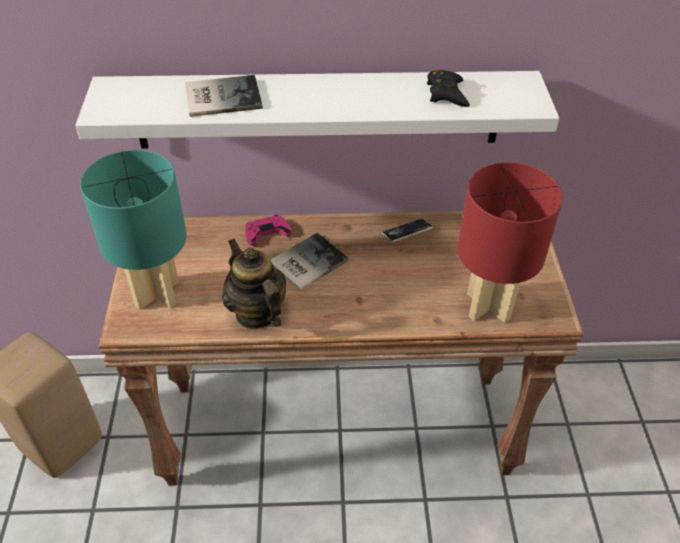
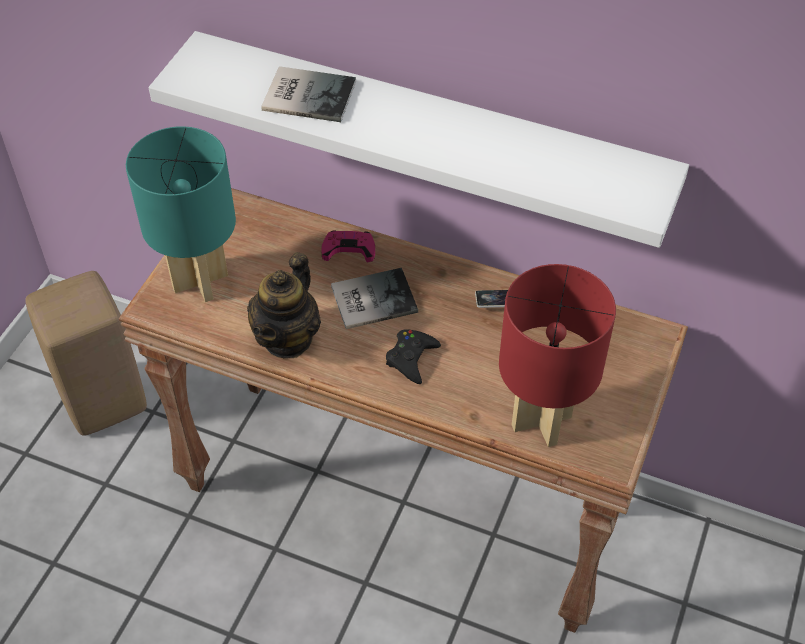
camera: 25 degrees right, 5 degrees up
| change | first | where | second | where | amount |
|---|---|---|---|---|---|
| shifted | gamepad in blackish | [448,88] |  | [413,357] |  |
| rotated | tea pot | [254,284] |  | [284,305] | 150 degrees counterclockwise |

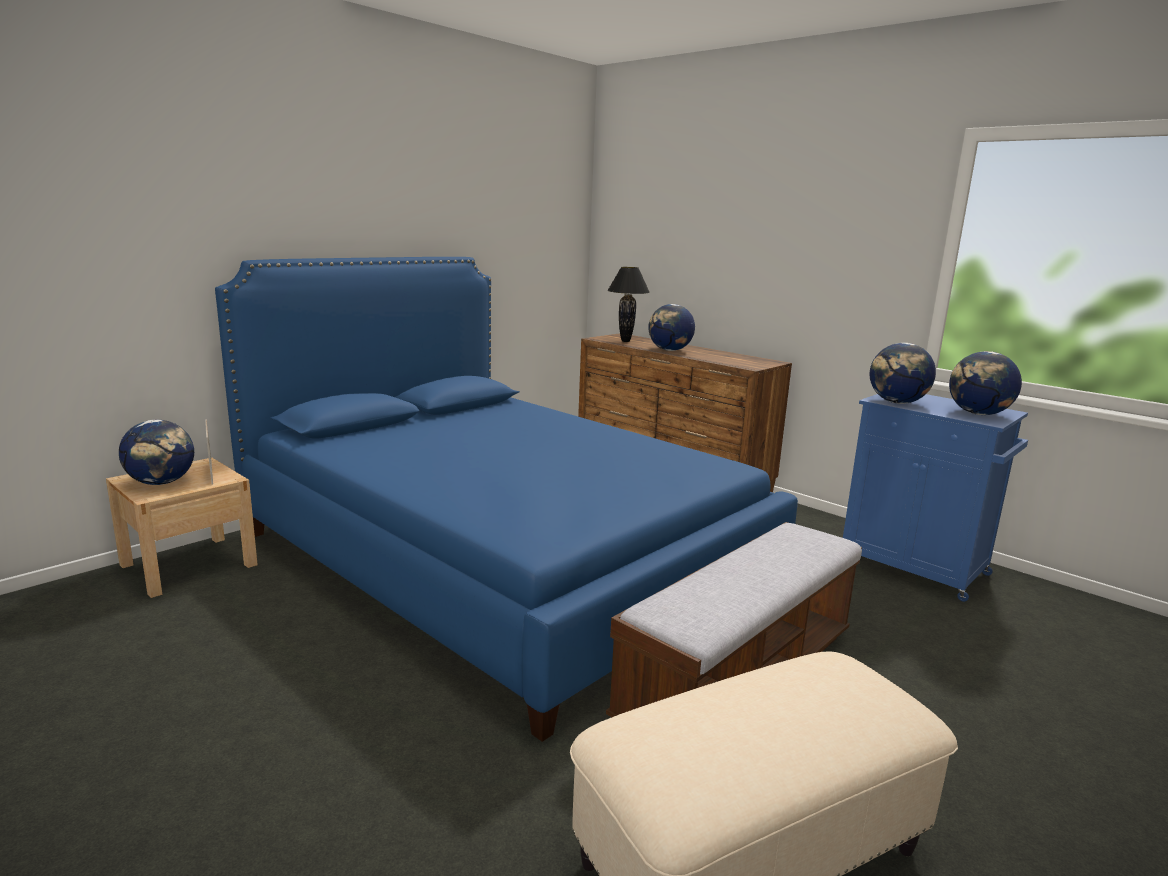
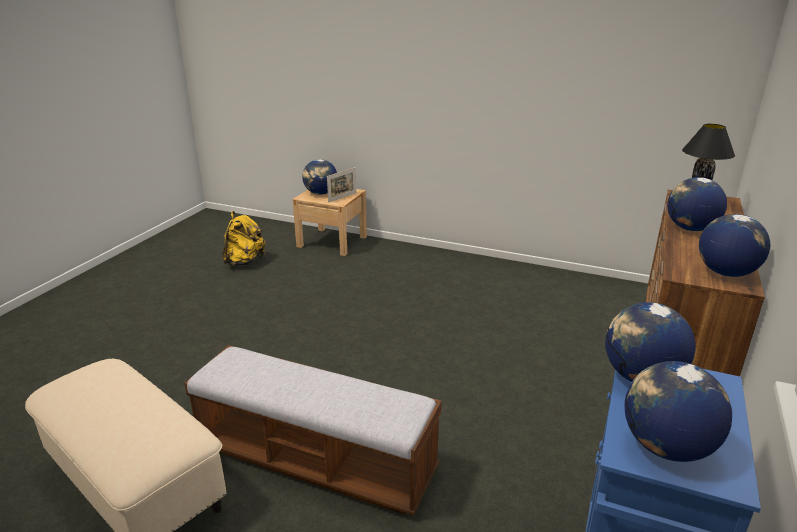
camera: 70 degrees right, 10 degrees up
| change | first | where | second | where | amount |
|---|---|---|---|---|---|
| gone | bedroom bed in blue-coloured | [506,499] |  |  |  |
| new |  |  | knapsack in yellowish | [243,238] |  |
| new |  |  | world globe | [734,245] |  |

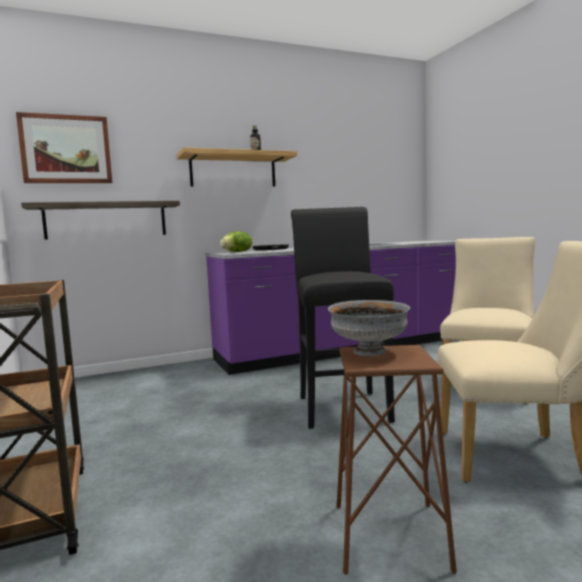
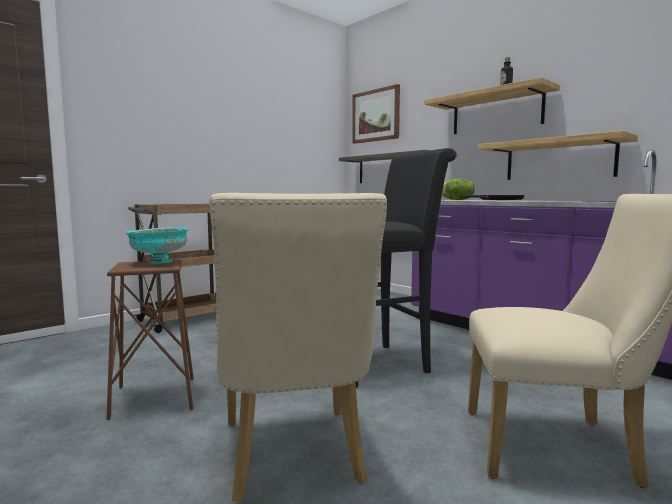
camera: 70 degrees right, 0 degrees up
| change | first | where | second | where | amount |
|---|---|---|---|---|---|
| repainted | serving bowl in grey | [369,328] | serving bowl in blue-green | [157,245] |  |
| new |  |  | wall shelf | [558,155] |  |

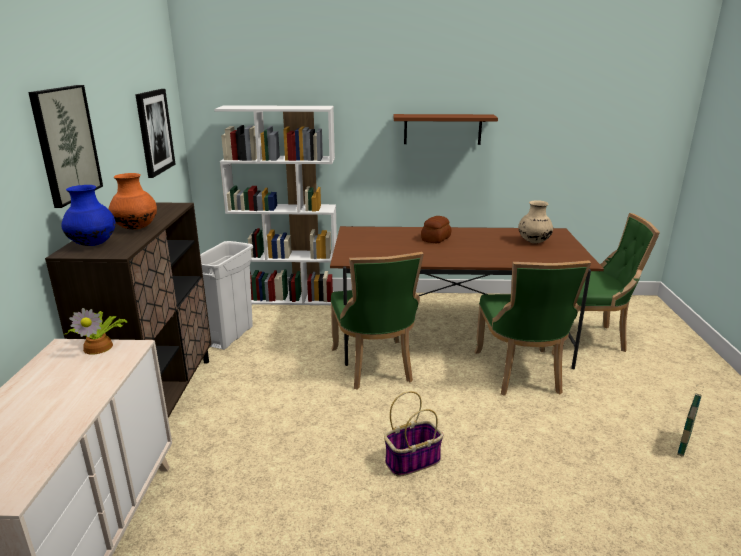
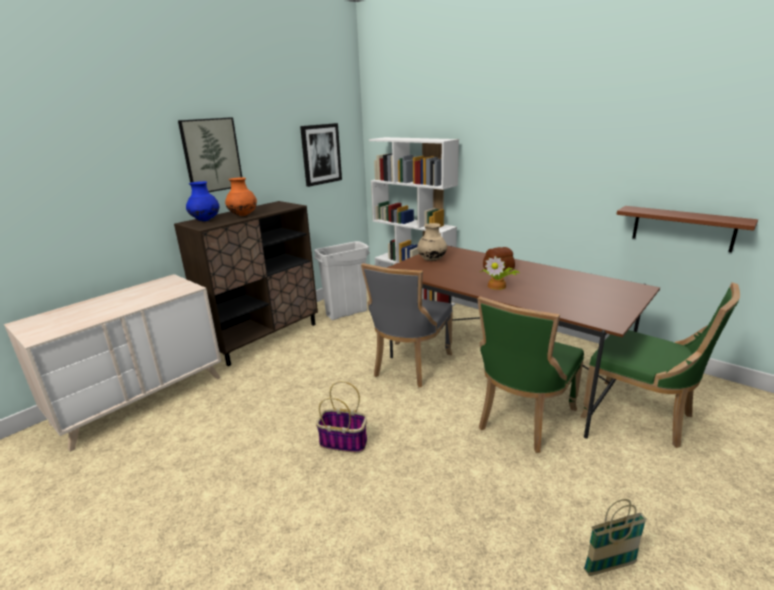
camera: 40 degrees right, 0 degrees up
| change | first | where | second | where | amount |
|---|---|---|---|---|---|
| shifted | wall shelf in brown | [445,129] |  | [687,229] |  |
| shifted | flower vase in beige-coloured | [535,221] |  | [432,242] |  |
| repainted | upright chair in green-coloured | [377,321] | upright chair in grey | [407,325] |  |
| shifted | potted plant | [96,331] |  | [499,273] |  |

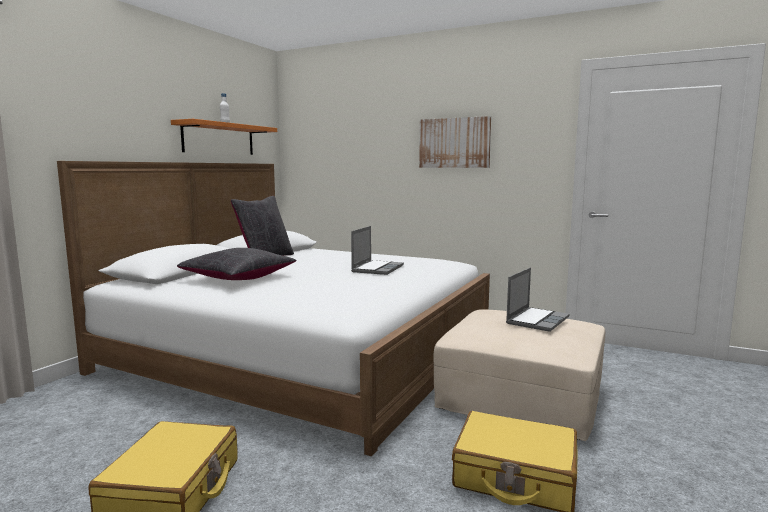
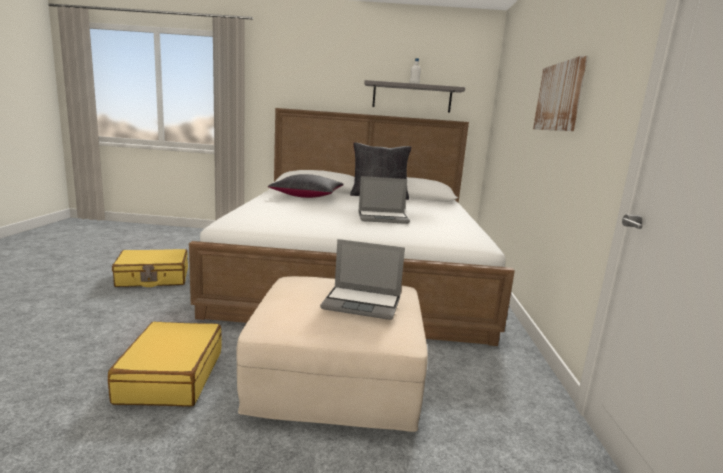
camera: 65 degrees right, 5 degrees up
| change | first | where | second | where | amount |
|---|---|---|---|---|---|
| repainted | wall shelf in orangey | [224,137] | wall shelf in grey | [414,96] |  |

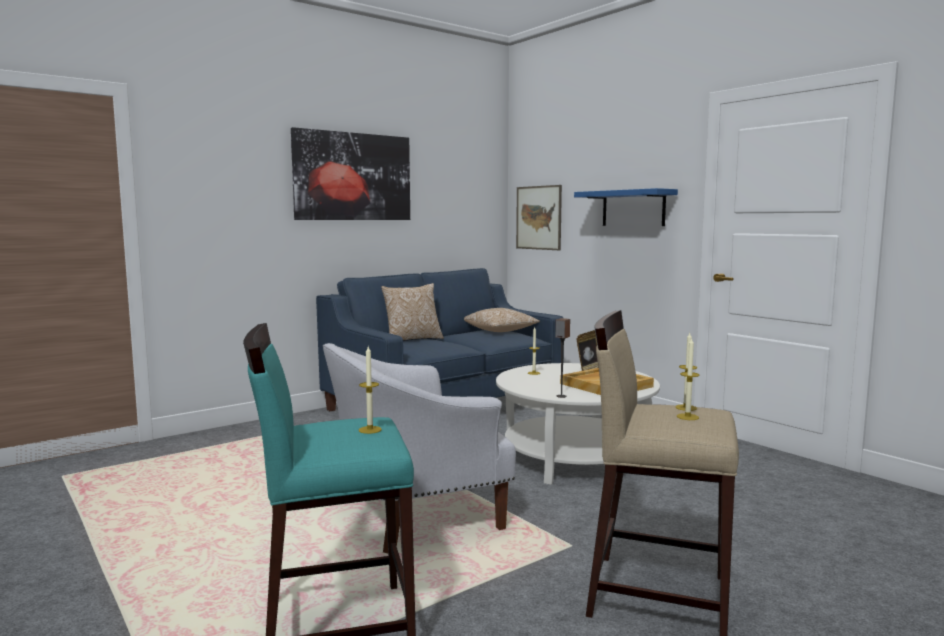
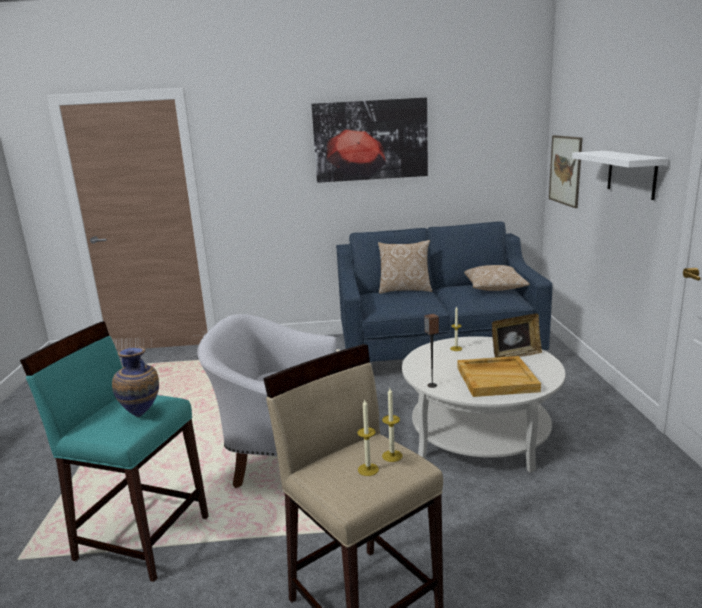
camera: 35 degrees right, 10 degrees up
| change | first | where | second | where | amount |
|---|---|---|---|---|---|
| repainted | wall shelf in blue-coloured | [626,207] | wall shelf in whitish | [620,175] |  |
| swapped | wax light | [370,390] | flower vase | [135,382] |  |

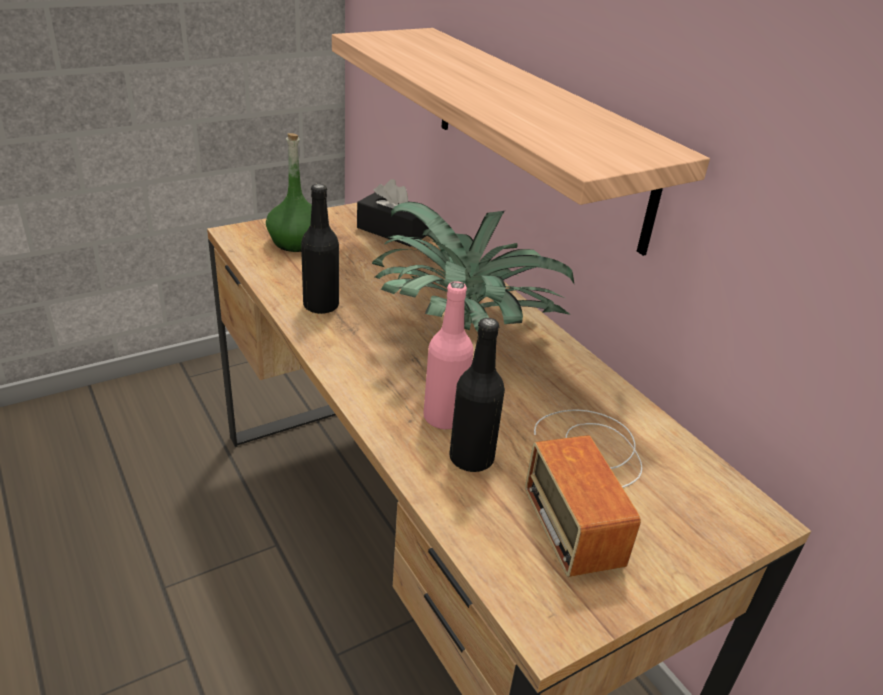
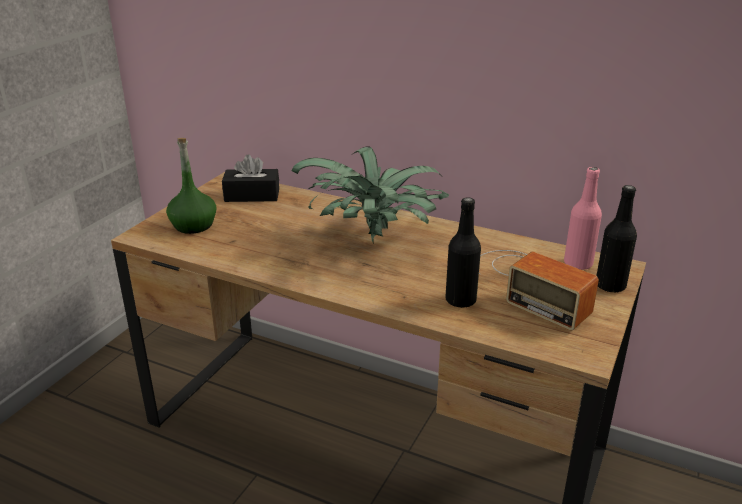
camera: 30 degrees left, 5 degrees down
| change | first | where | second | where | amount |
|---|---|---|---|---|---|
| gone | wall shelf | [521,142] |  |  |  |
| shifted | drink bottle in blackish | [320,249] |  | [616,239] |  |
| shifted | drink bottle in pink | [448,355] |  | [583,218] |  |

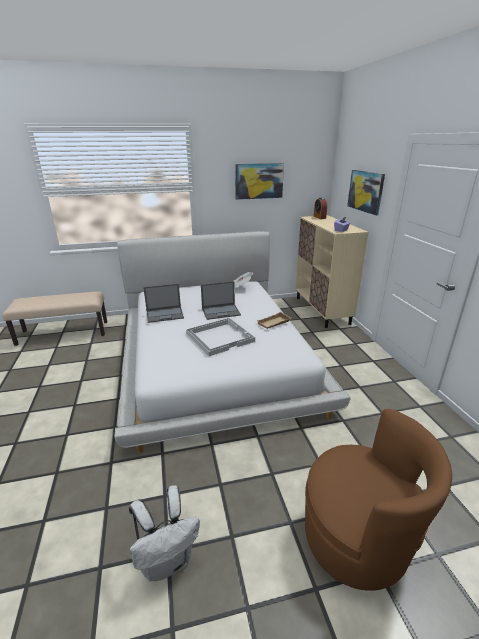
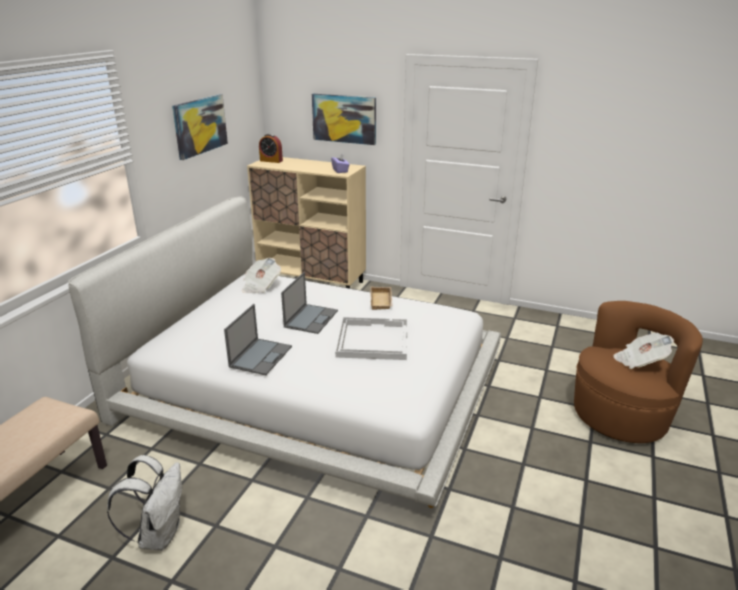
camera: 55 degrees left, 0 degrees up
| change | first | where | second | where | amount |
|---|---|---|---|---|---|
| shifted | knapsack in whitish | [164,533] |  | [144,503] |  |
| new |  |  | daily paper | [643,351] |  |

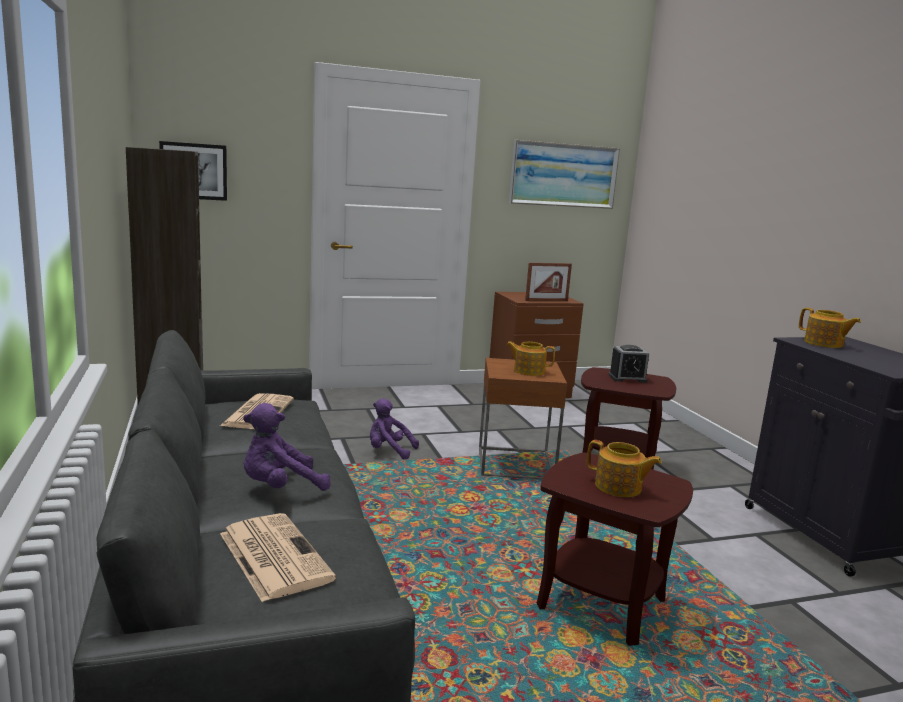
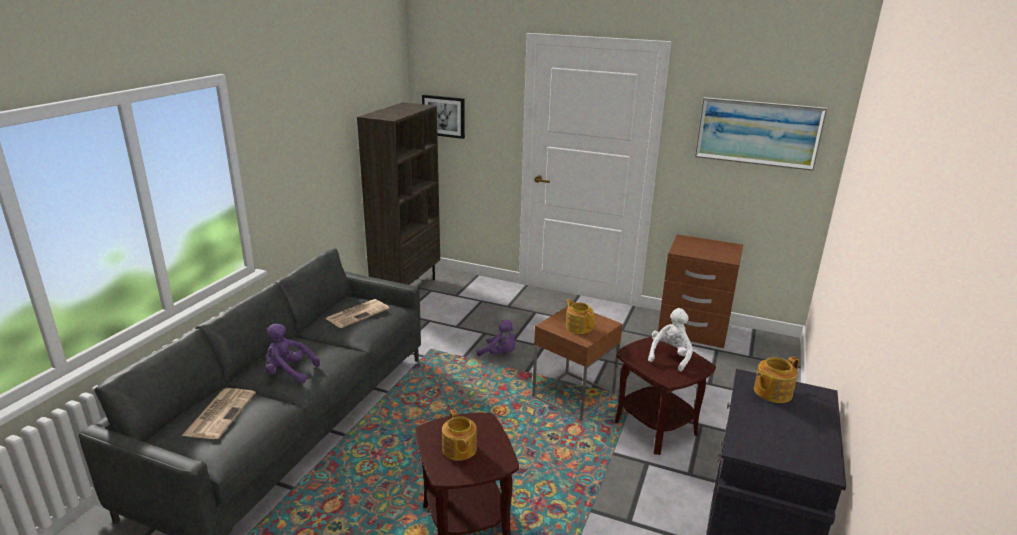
camera: 40 degrees right, 10 degrees up
| change | first | where | second | where | amount |
|---|---|---|---|---|---|
| gone | photo frame | [548,282] |  |  |  |
| rotated | tea pot | [830,328] |  | [776,380] | 60 degrees clockwise |
| swapped | bedside clock | [628,364] | plush toy in whitish | [670,340] |  |
| rotated | plush toy in purplish | [394,429] |  | [495,338] | 150 degrees clockwise |

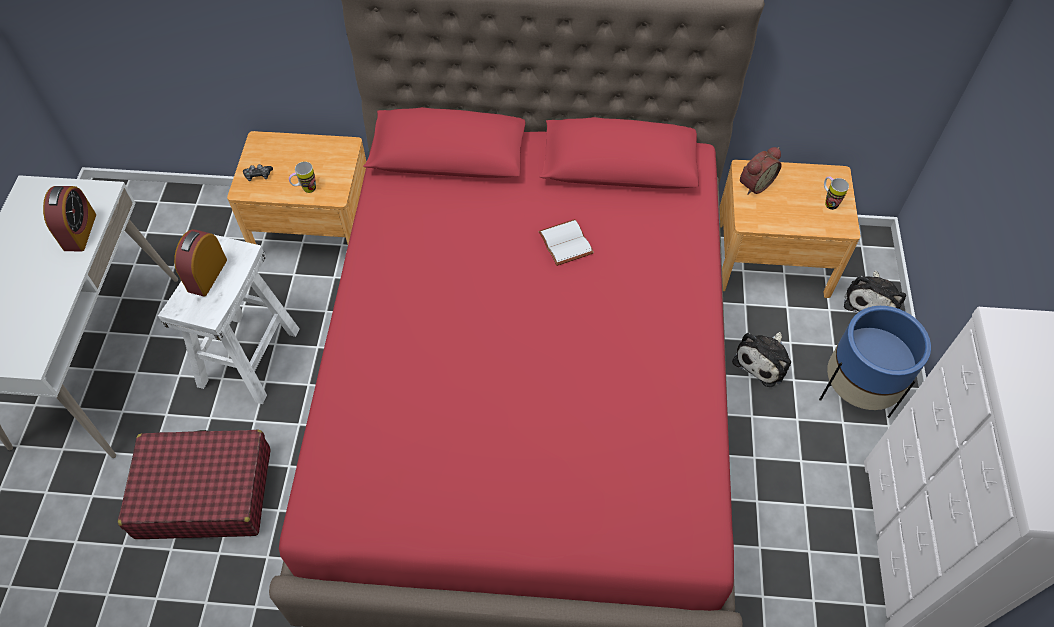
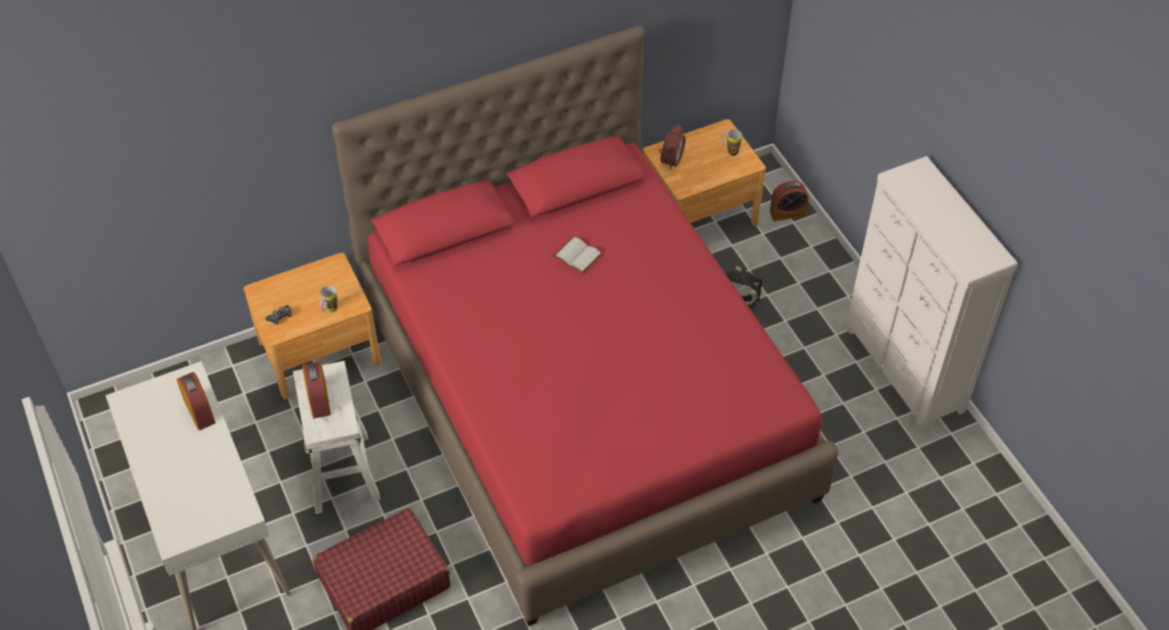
camera: 30 degrees left, 5 degrees down
| change | first | where | second | where | amount |
|---|---|---|---|---|---|
| swapped | plush toy | [875,291] | bedside clock | [789,201] |  |
| gone | flower pot in blue-coloured | [875,362] |  |  |  |

